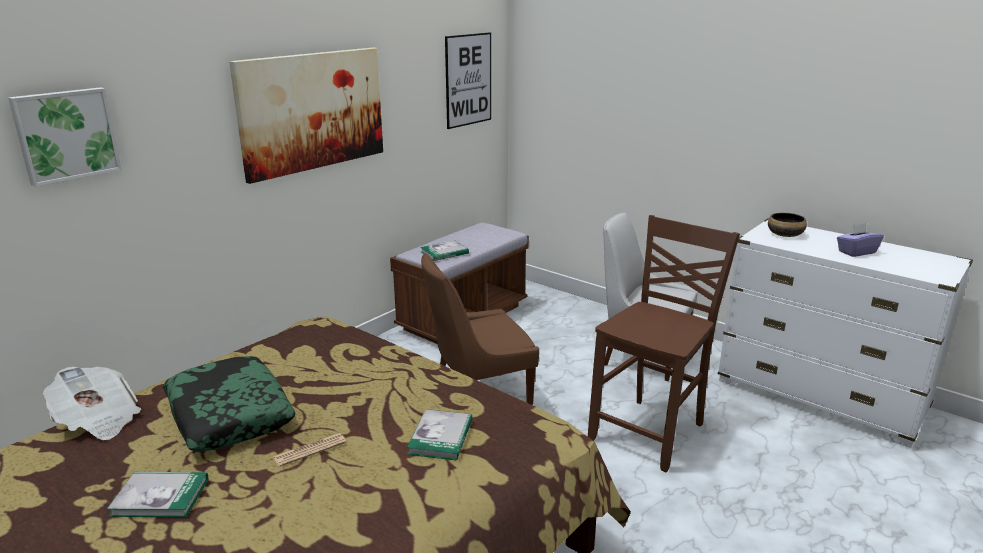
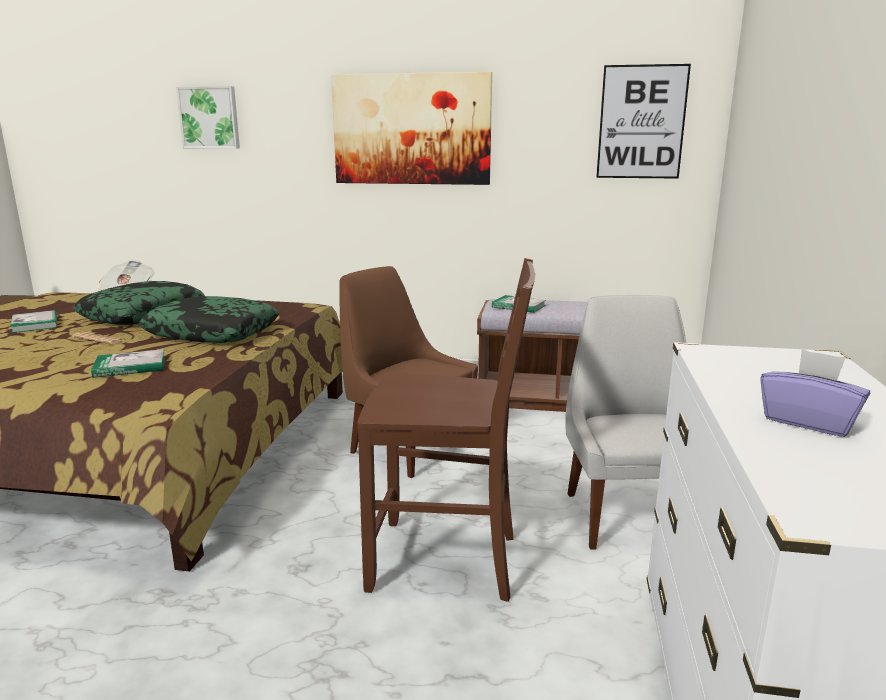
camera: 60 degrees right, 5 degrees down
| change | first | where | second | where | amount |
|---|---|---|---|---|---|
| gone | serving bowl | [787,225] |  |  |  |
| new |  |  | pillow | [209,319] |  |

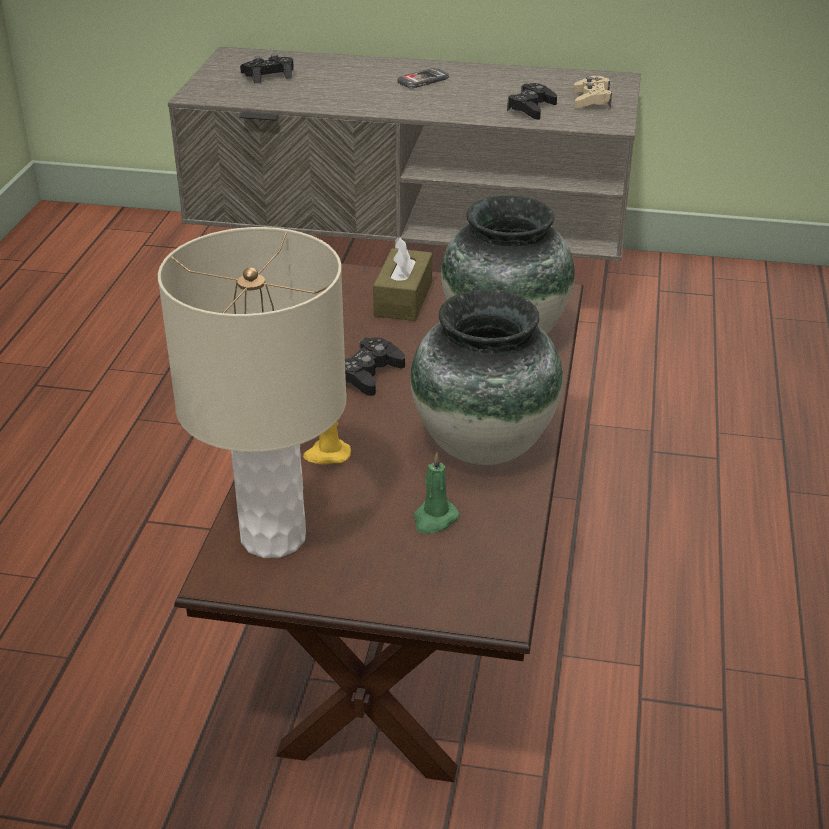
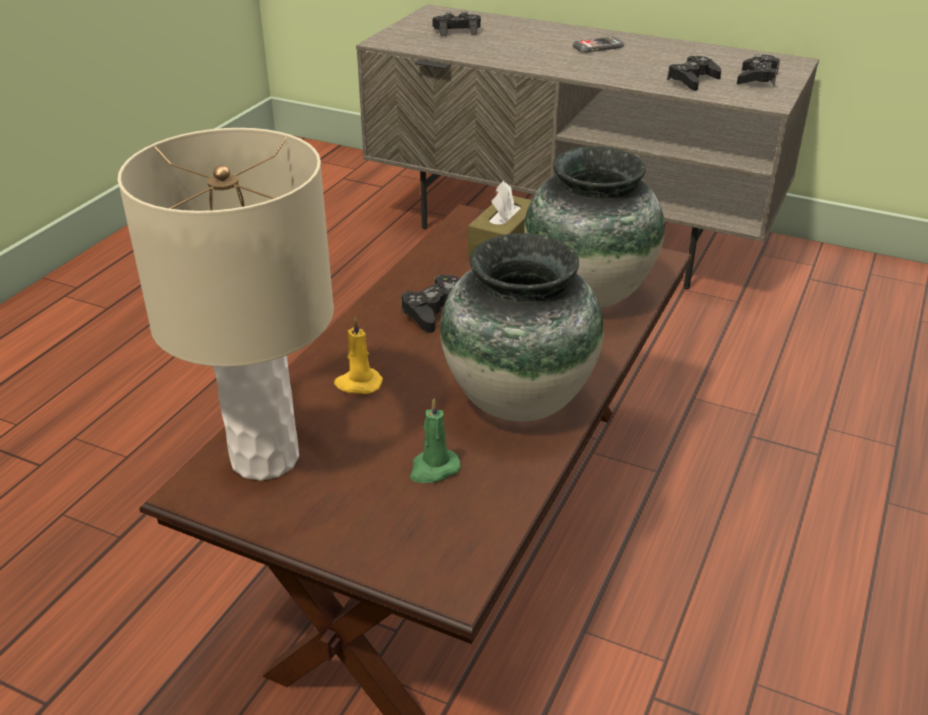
camera: 15 degrees right, 0 degrees up
| change | first | where | second | where | amount |
|---|---|---|---|---|---|
| repainted | gamepad in beige-coloured | [592,92] | gamepad in blackish | [758,70] |  |

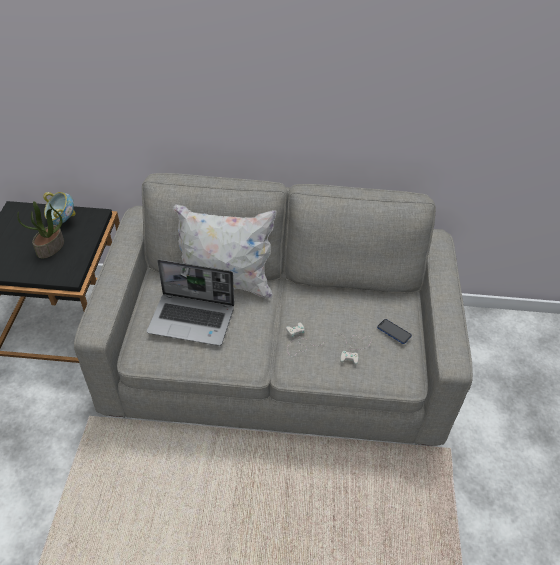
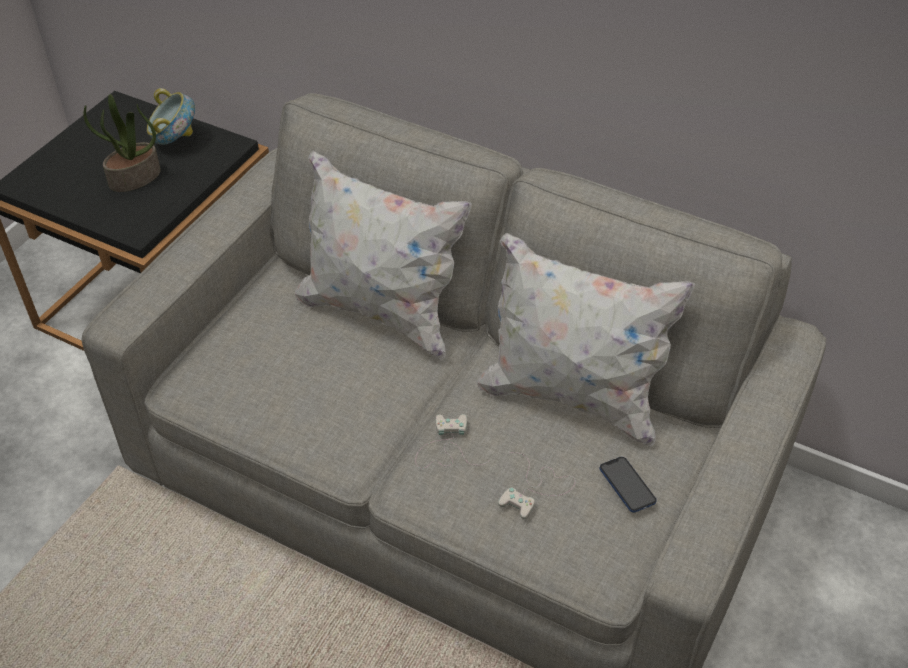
camera: 25 degrees right, 0 degrees up
| change | first | where | second | where | amount |
|---|---|---|---|---|---|
| gone | notebook computer | [190,303] |  |  |  |
| new |  |  | pillow in whitish | [586,340] |  |

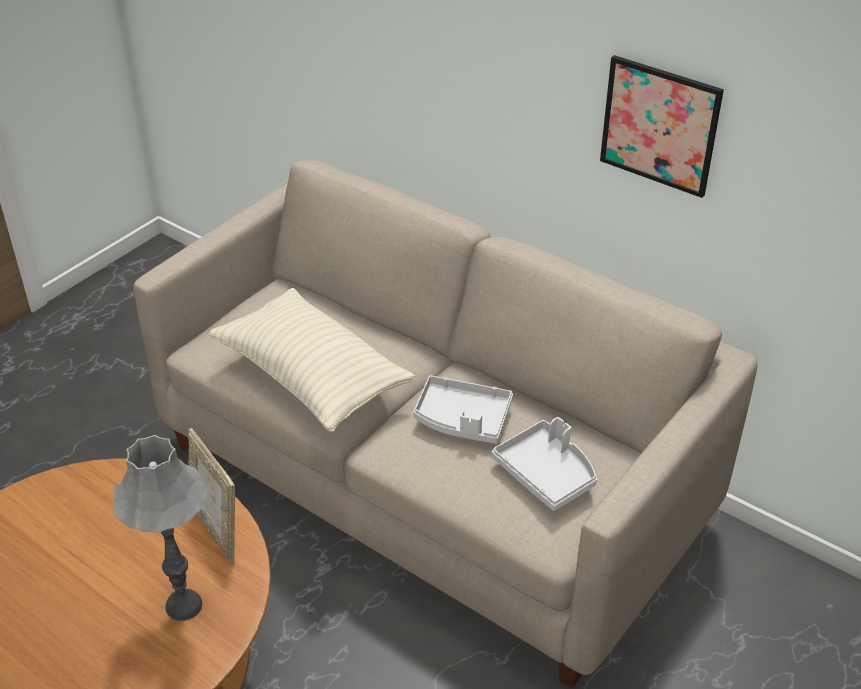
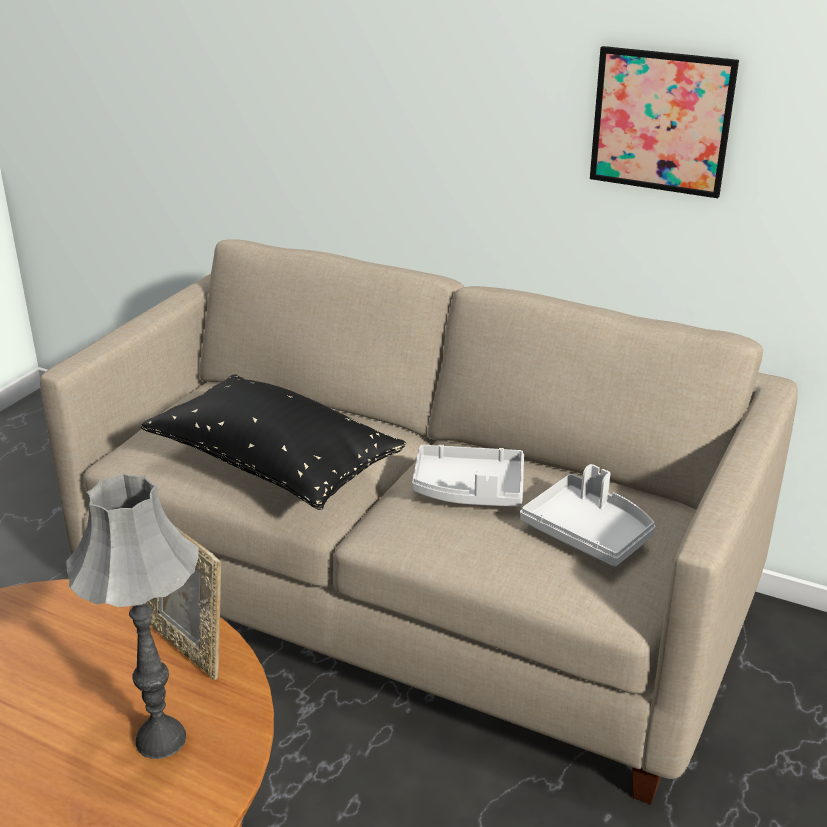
camera: 10 degrees left, 10 degrees down
| change | first | where | second | where | amount |
|---|---|---|---|---|---|
| repainted | pillow in beige-coloured | [312,360] | pillow in blackish | [273,442] |  |

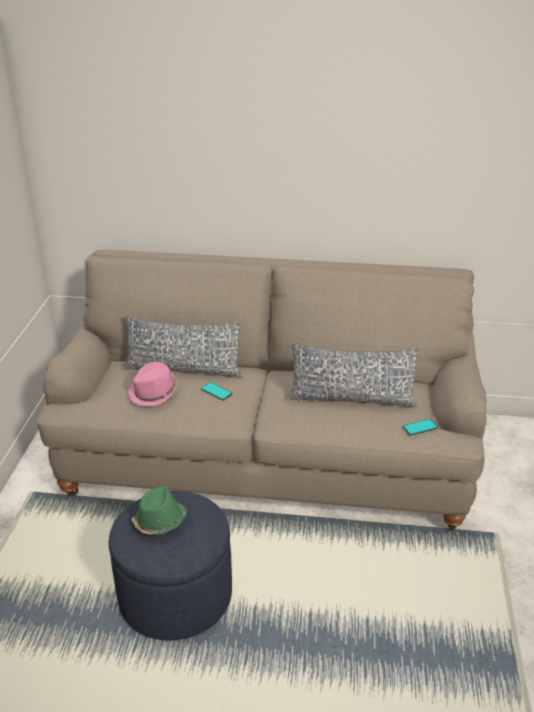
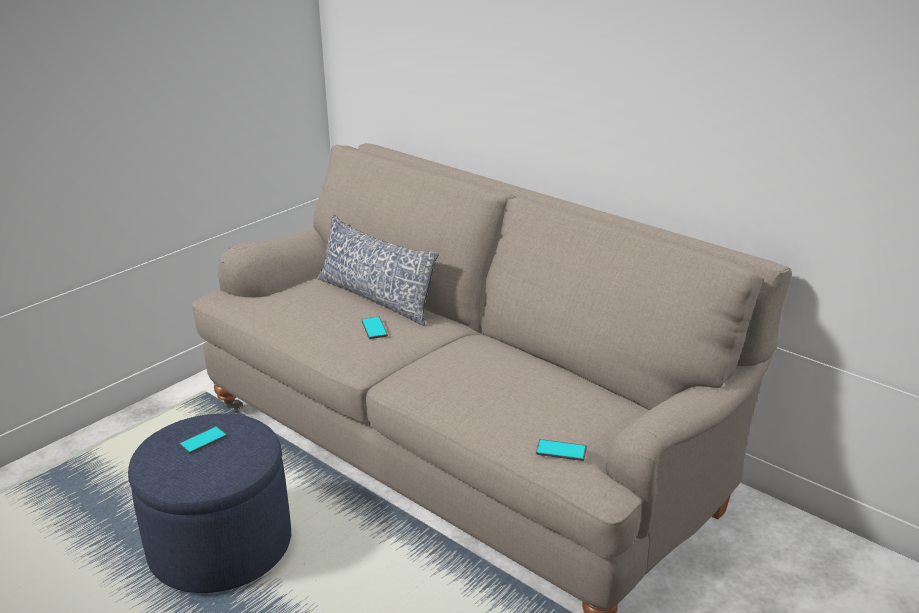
camera: 35 degrees right, 5 degrees down
| change | first | where | second | where | amount |
|---|---|---|---|---|---|
| gone | pillow | [353,374] |  |  |  |
| gone | clothing hat in pink | [153,384] |  |  |  |
| swapped | clothing hat in green-coloured | [159,511] | phone | [203,440] |  |

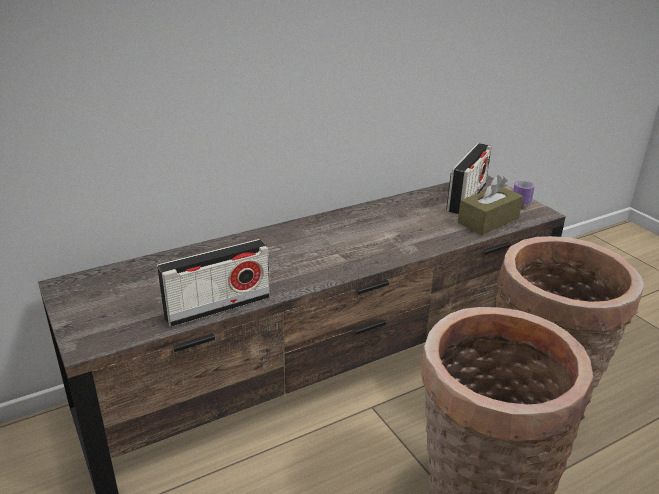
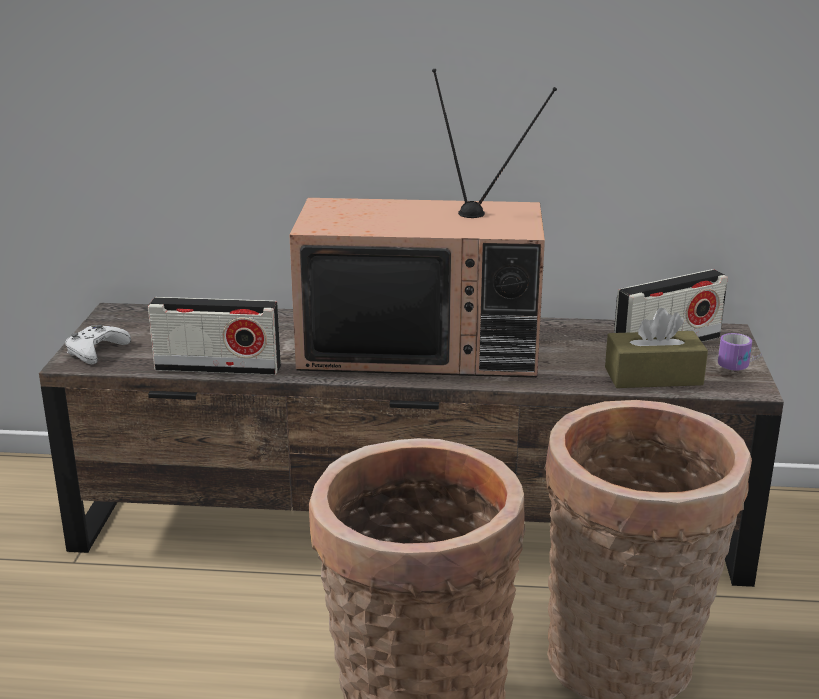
camera: 35 degrees right, 5 degrees down
| change | first | where | second | where | amount |
|---|---|---|---|---|---|
| new |  |  | TV set | [423,223] |  |
| new |  |  | gamepad in whitish | [98,345] |  |

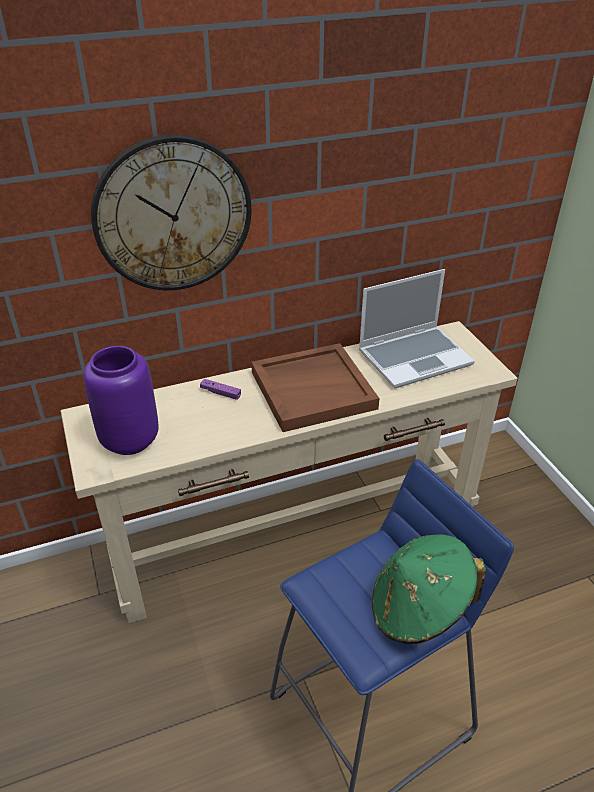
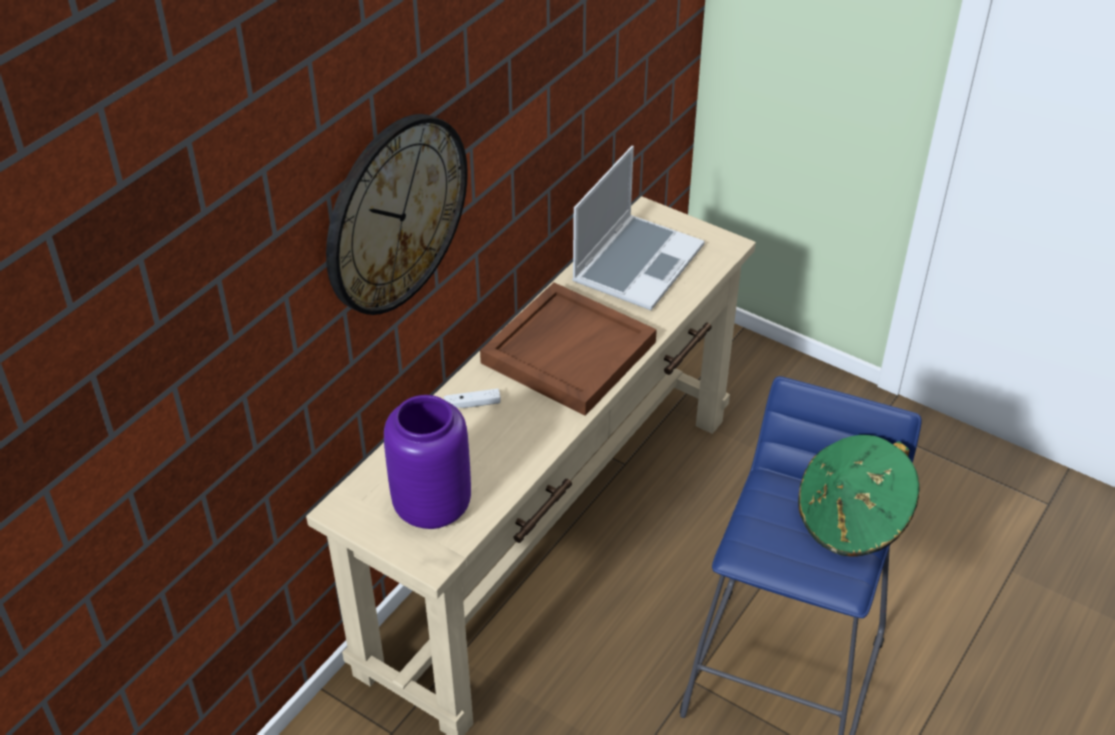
camera: 35 degrees left, 5 degrees up
| change | first | where | second | where | amount |
|---|---|---|---|---|---|
| repainted | gamepad in purplish | [220,389] | gamepad in whitish | [472,398] |  |

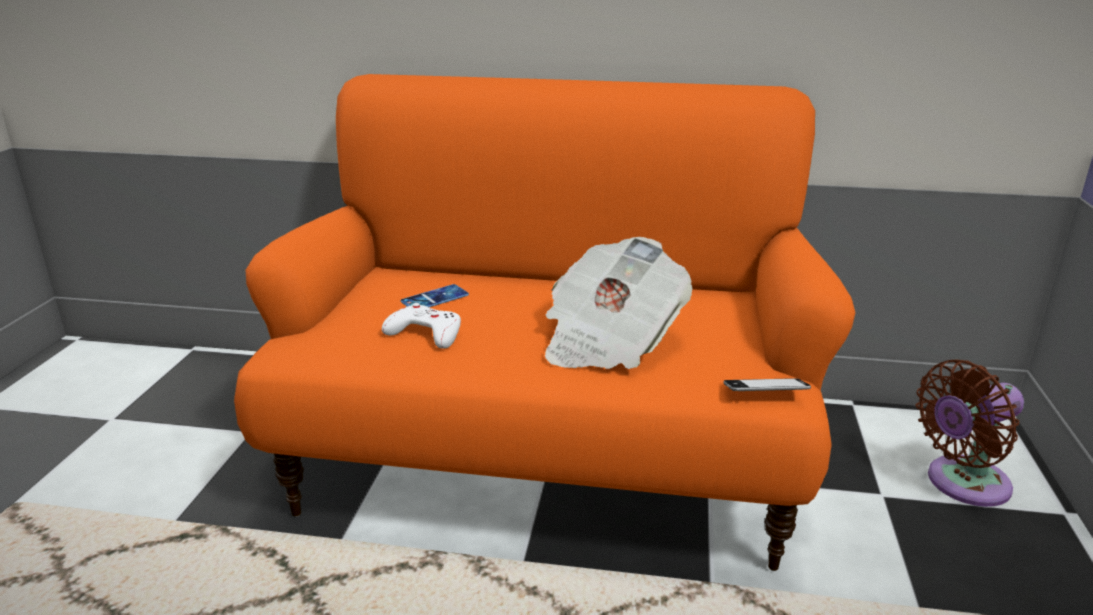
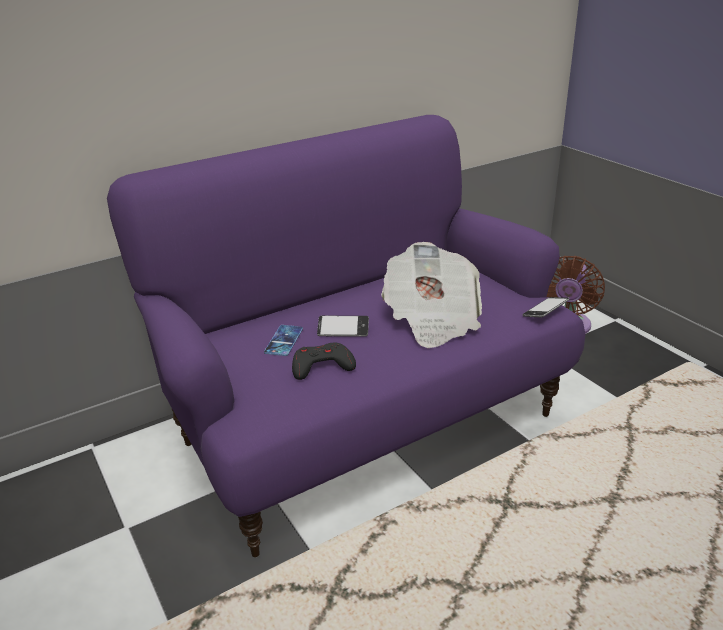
camera: 40 degrees left, 5 degrees up
| change | first | where | second | where | amount |
|---|---|---|---|---|---|
| repainted | sofa in orangey | [544,322] | sofa in purplish | [346,336] |  |
| repainted | gamepad in whitish | [421,326] | gamepad in blackish | [324,361] |  |
| new |  |  | phone | [343,326] |  |

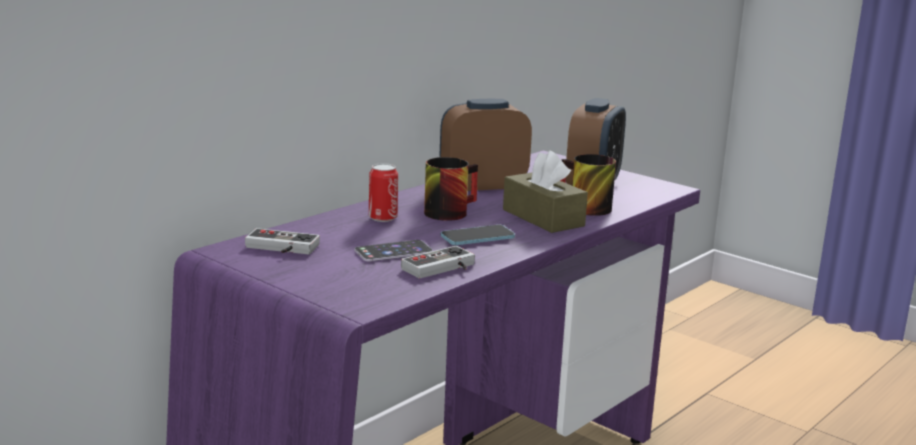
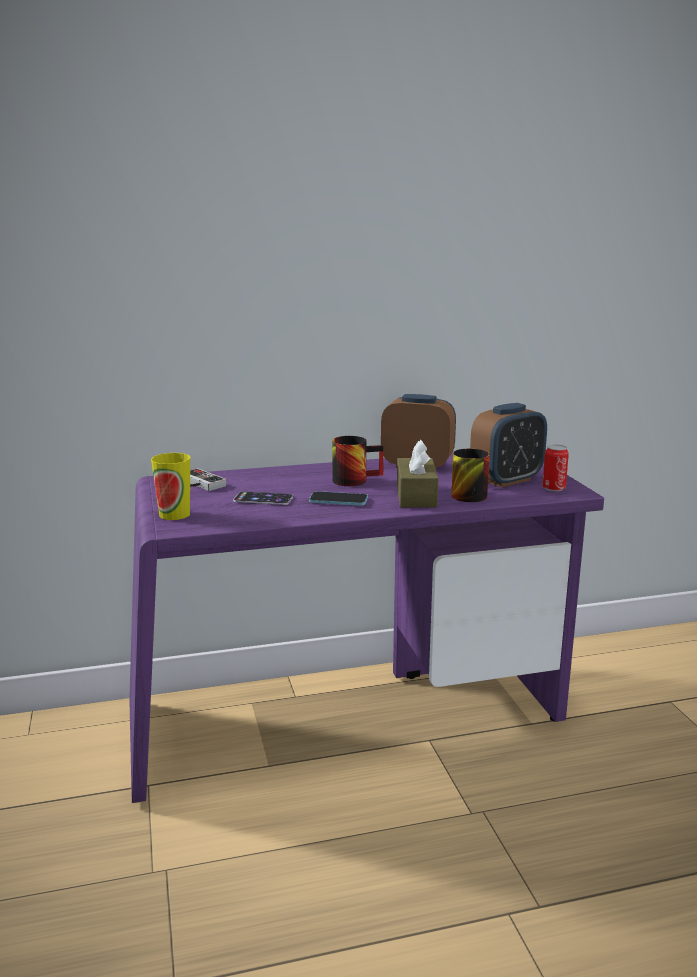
camera: 35 degrees right, 0 degrees up
| change | first | where | second | where | amount |
|---|---|---|---|---|---|
| shifted | sealed can | [383,192] |  | [555,467] |  |
| gone | gamepad | [438,262] |  |  |  |
| new |  |  | drinking cup | [170,486] |  |

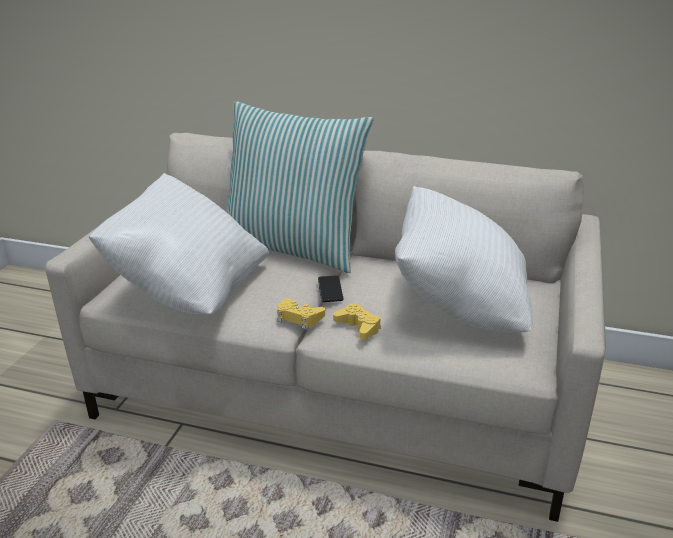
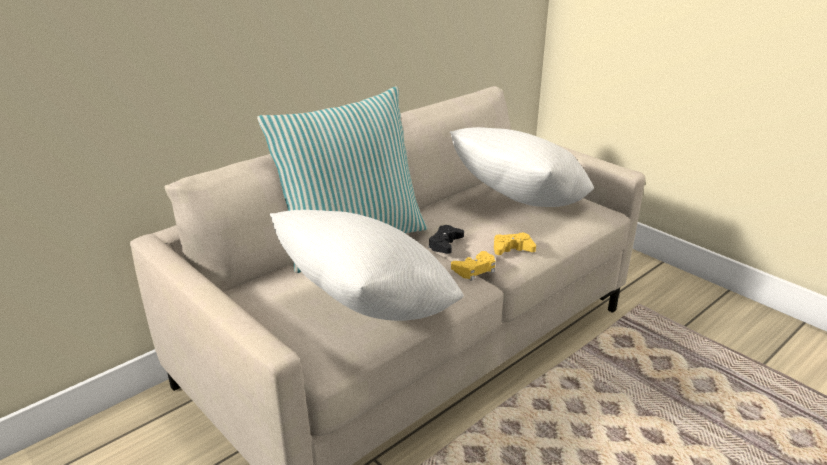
camera: 60 degrees left, 0 degrees up
| change | first | where | second | where | amount |
|---|---|---|---|---|---|
| swapped | phone | [331,289] | gamepad in blackish | [446,239] |  |

